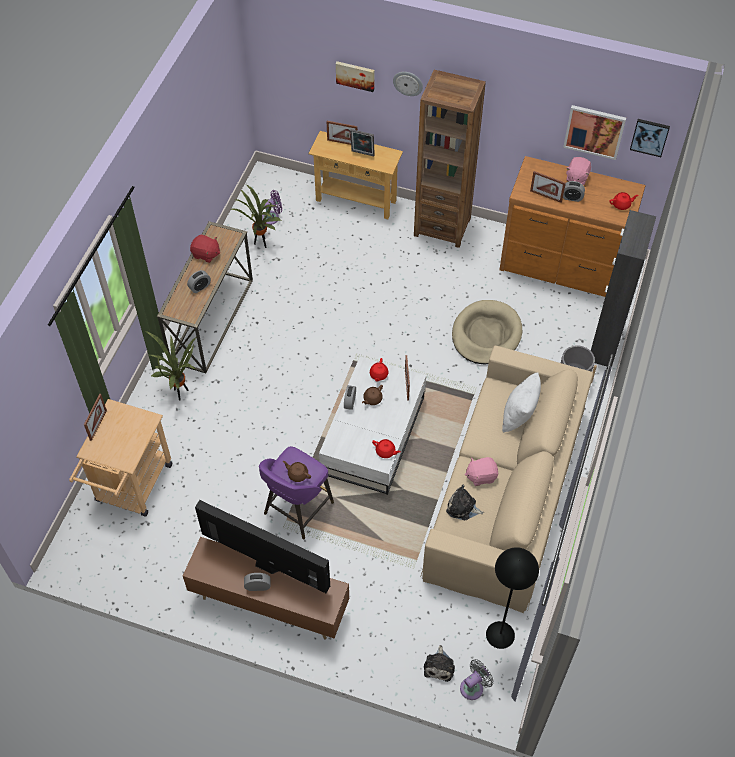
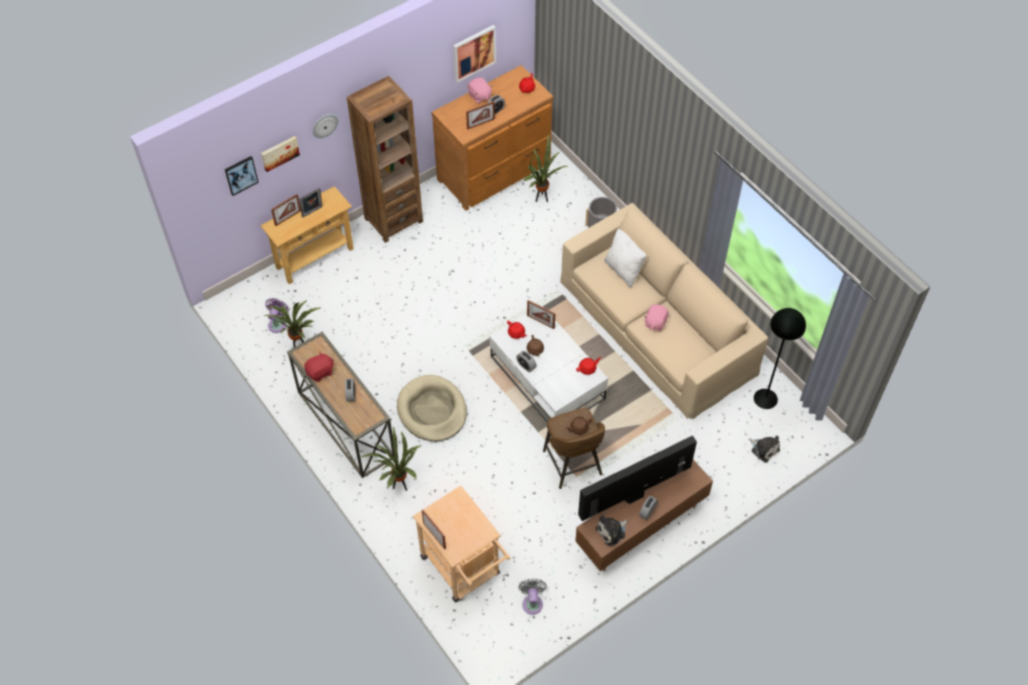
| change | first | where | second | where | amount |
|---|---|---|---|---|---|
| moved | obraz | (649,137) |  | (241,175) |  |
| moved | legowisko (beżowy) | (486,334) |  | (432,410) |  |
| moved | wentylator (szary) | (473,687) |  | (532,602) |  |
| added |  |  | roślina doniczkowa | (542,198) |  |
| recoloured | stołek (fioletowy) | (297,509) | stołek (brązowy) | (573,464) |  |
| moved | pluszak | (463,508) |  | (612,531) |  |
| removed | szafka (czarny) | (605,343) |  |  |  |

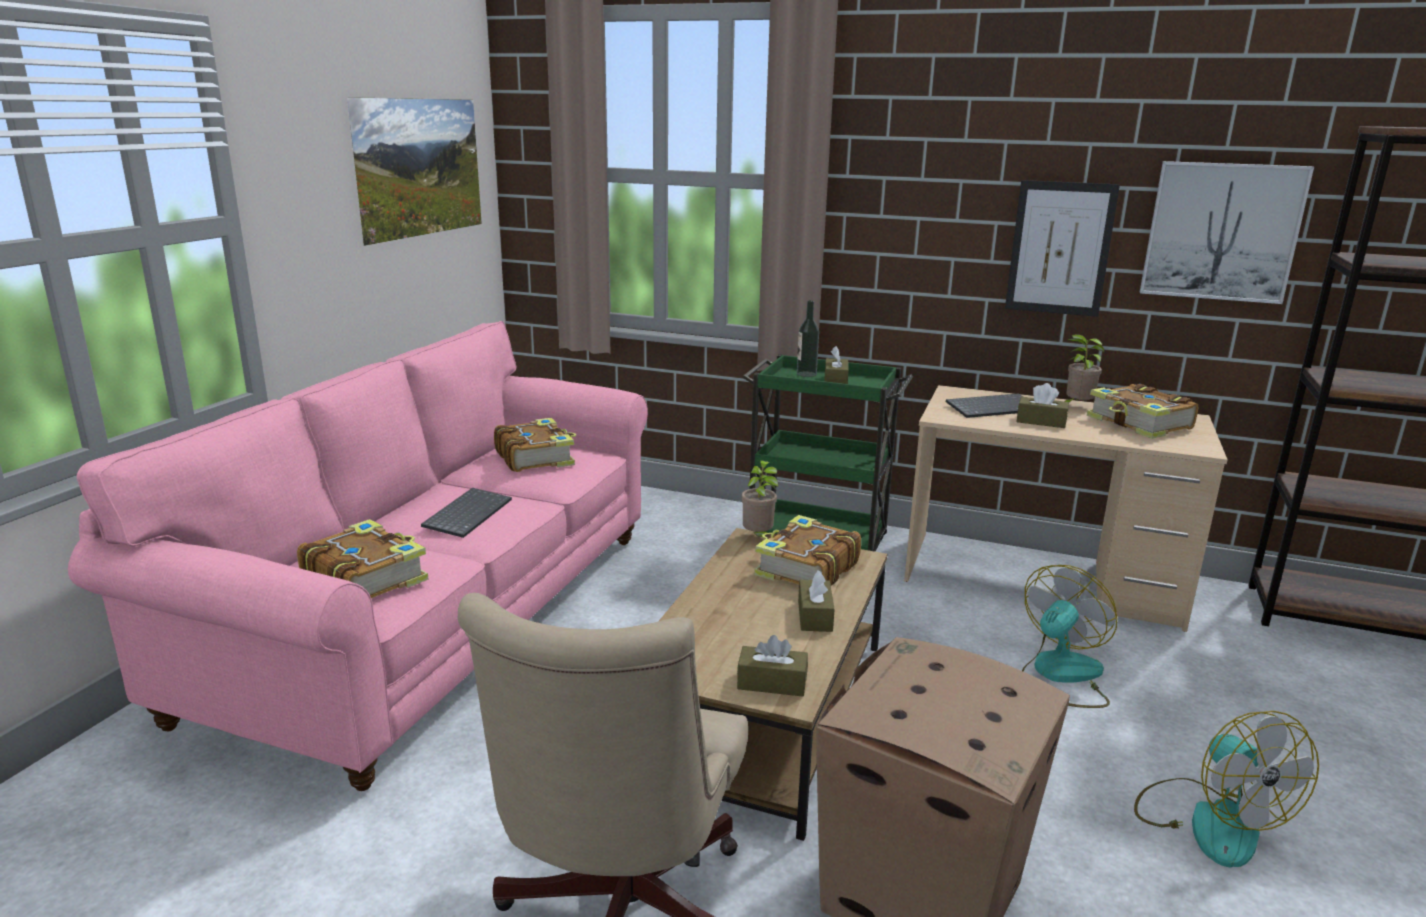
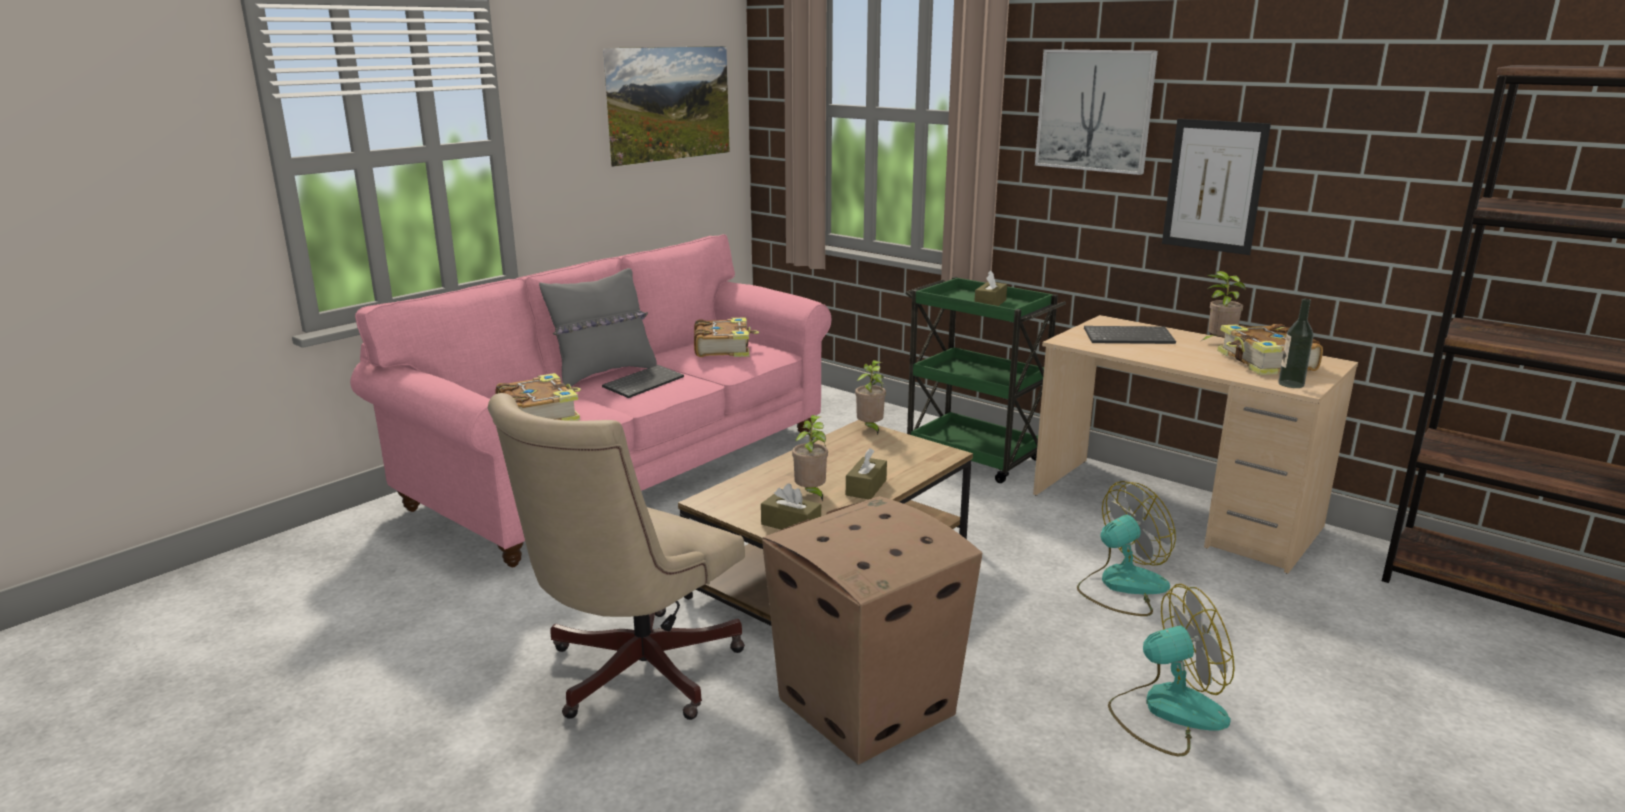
| change | first | where | second | where | amount |
|---|---|---|---|---|---|
| added |  |  | poduszka (szary) | (603,373) |  |
| added |  |  | roślina doniczkowa | (811,494) |  |
| moved | obraz | (1221,232) |  | (1094,110) |  |
| turned | wentylator | (1209,820) |  | (1167,712) | 105 degrees counterclockwise |
| moved | butelka | (806,374) |  | (1291,384) |  |
| removed | książka | (805,568) |  |  |  |
| removed | pudełko chusteczek (brązowy) | (1041,421) |  |  |  |

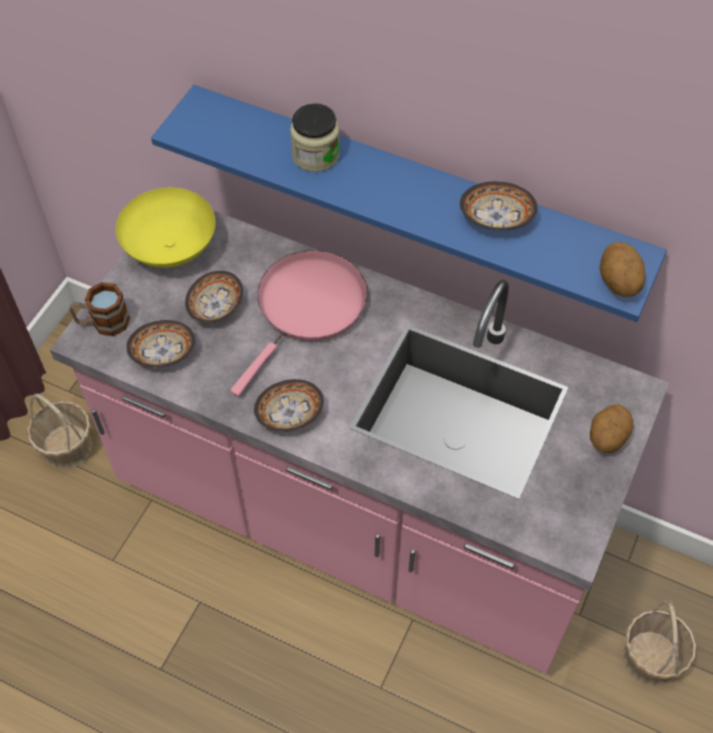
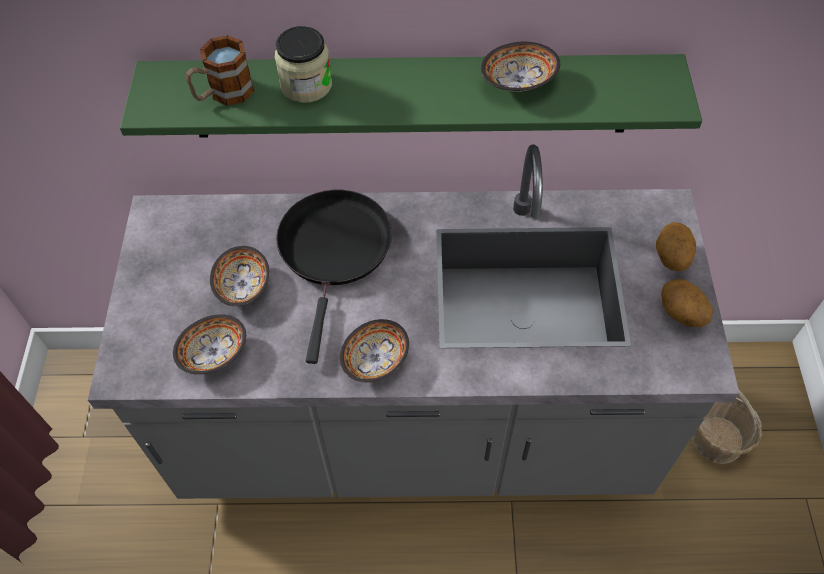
| change | first | where | second | where | amount |
|---|---|---|---|---|---|
| recoloured | zabudowa kuchenna (różowy) | (356,516) | zabudowa kuchenna (szary) | (415,433) |  |
| recoloured | półka (niebieski) | (415,196) | półka (zielony) | (410,96) |  |
| moved | kubek | (103,322) |  | (223,94) |  |
| recoloured | patelnia (różowy) | (308,308) | patelnia (czarny) | (334,250) |  |
| moved | ziemniak | (617,283) |  | (680,314) |  |
| removed | koszyk | (67,446) |  |  |  |
| removed | miska (żółty) | (169,249) |  |  |  |

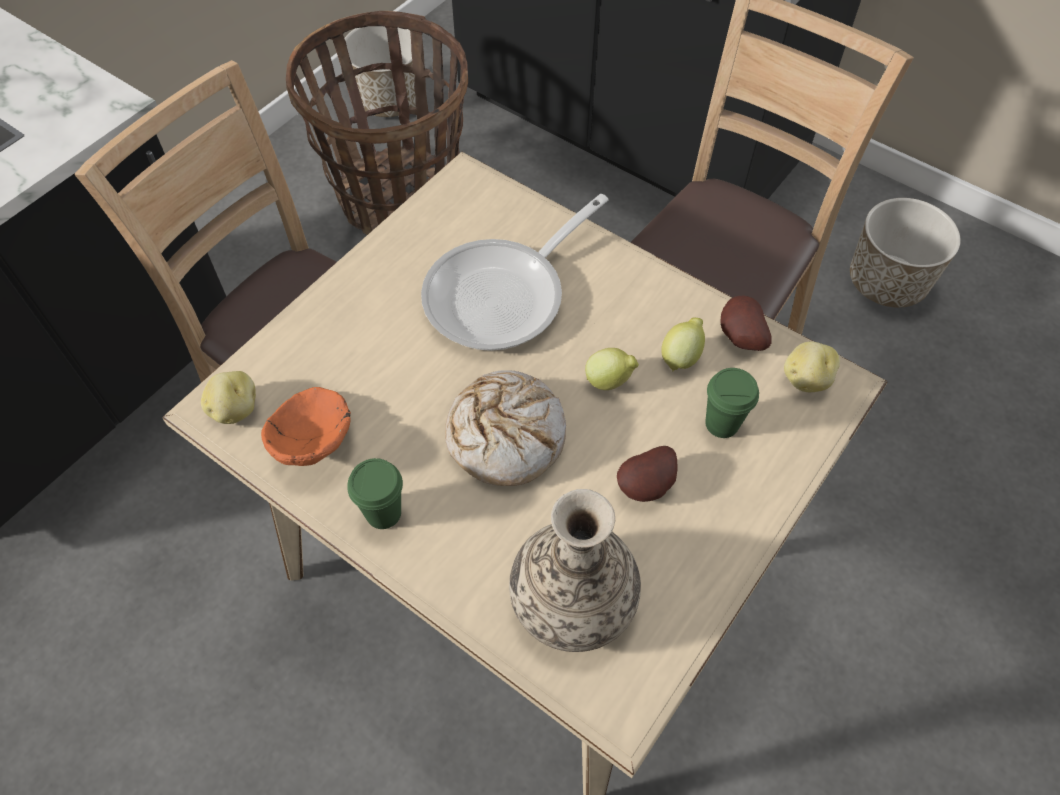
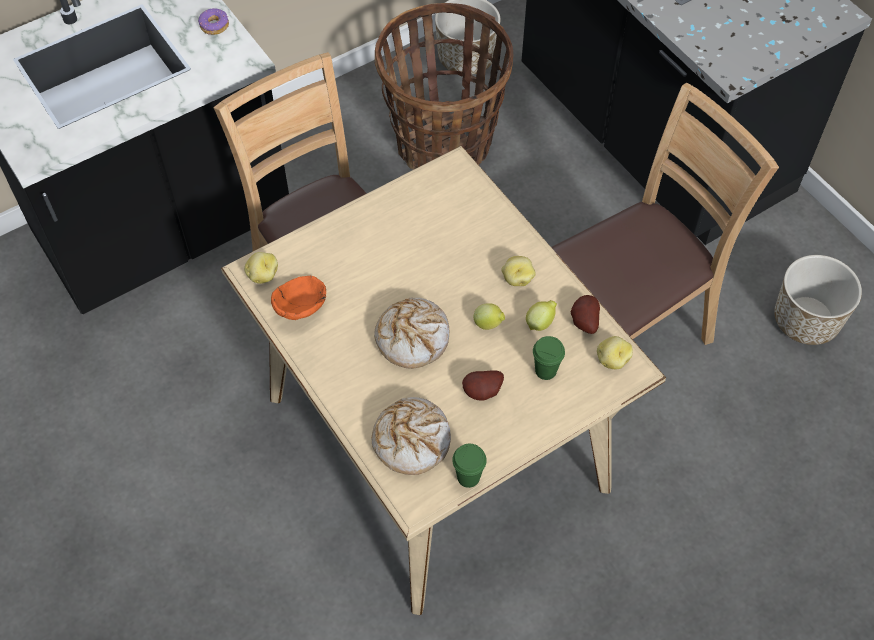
| change | first | where | second | where | amount |
|---|---|---|---|---|---|
| added |  |  | donut | (214,26) |  |
| replaced | wazon | (572,600) | chleb | (411,440) |  |
| moved | filiżanka (zielony) | (383,513) |  | (468,477) |  |
| added |  |  | ziemniak | (517,278) |  |
| removed | patelnia | (504,295) |  |  |  |

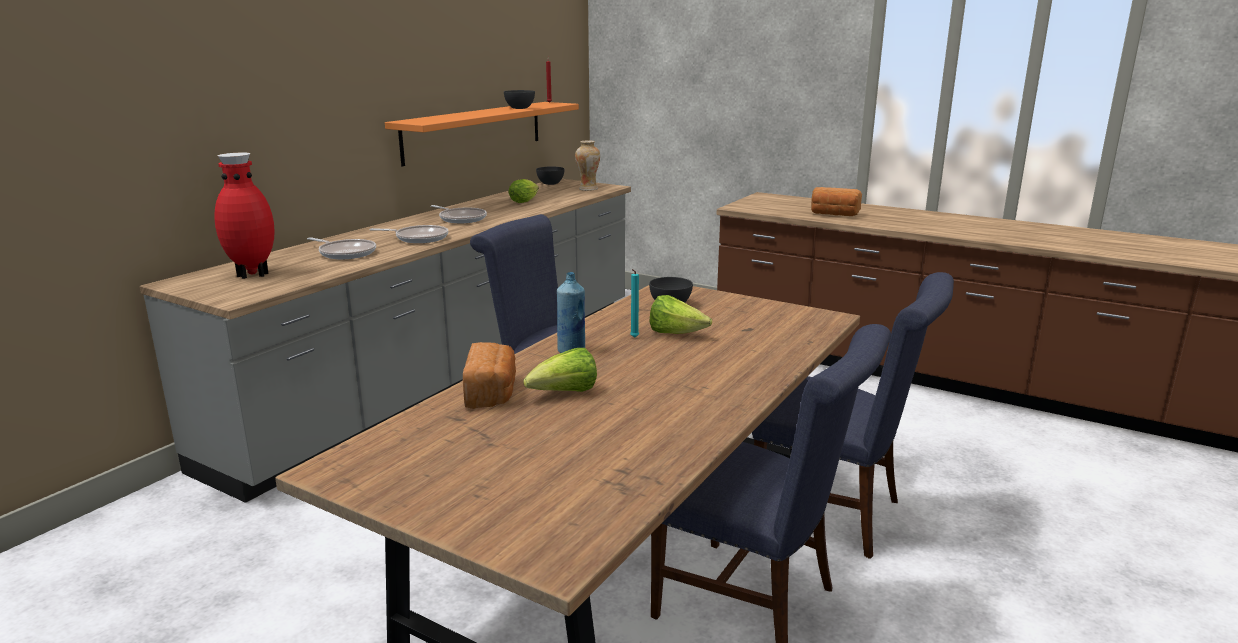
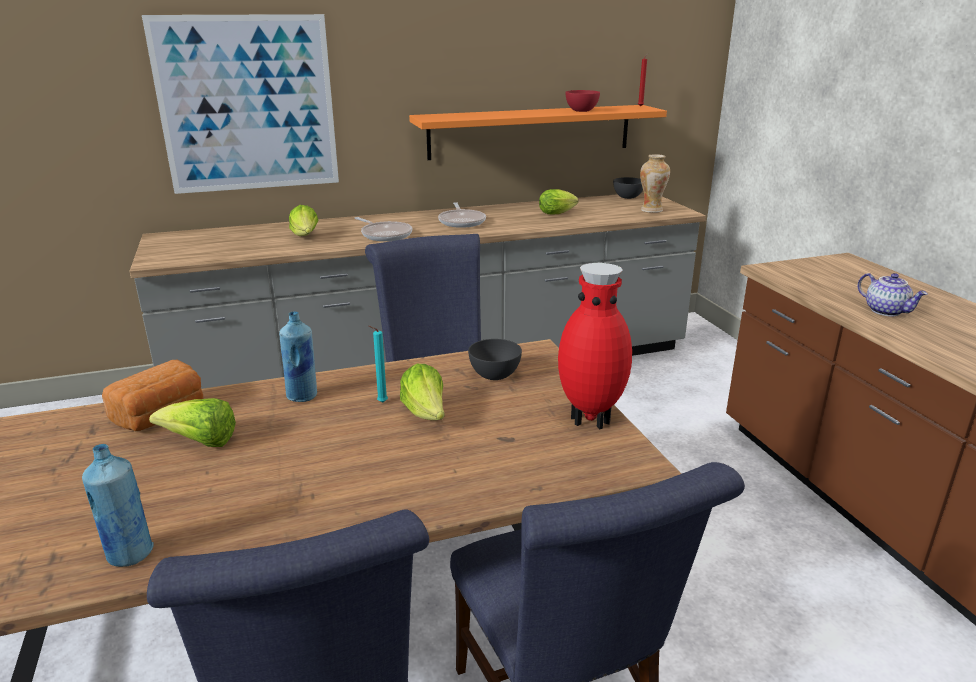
| change | first | where | second | where | amount |
|---|---|---|---|---|---|
| added |  |  | butelka (niebieski) | (130,554) |  |
| added |  |  | obraz | (248,105) |  |
| replaced | patelnia | (345,253) | sałata | (305,237) |  |
| moved | wazon (czerwony) | (253,274) |  | (591,419) |  |
| recoloured | miska (szary) | (519,108) | miska (czerwony) | (581,111) |  |
| replaced | chleb | (834,214) | imbryk | (886,311) |  |

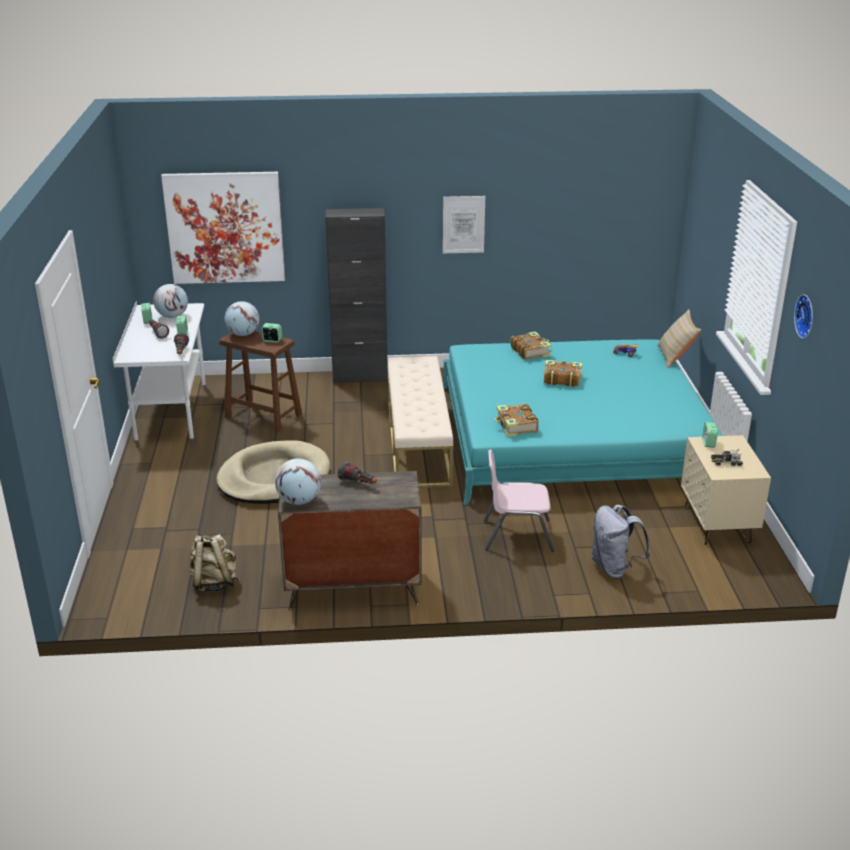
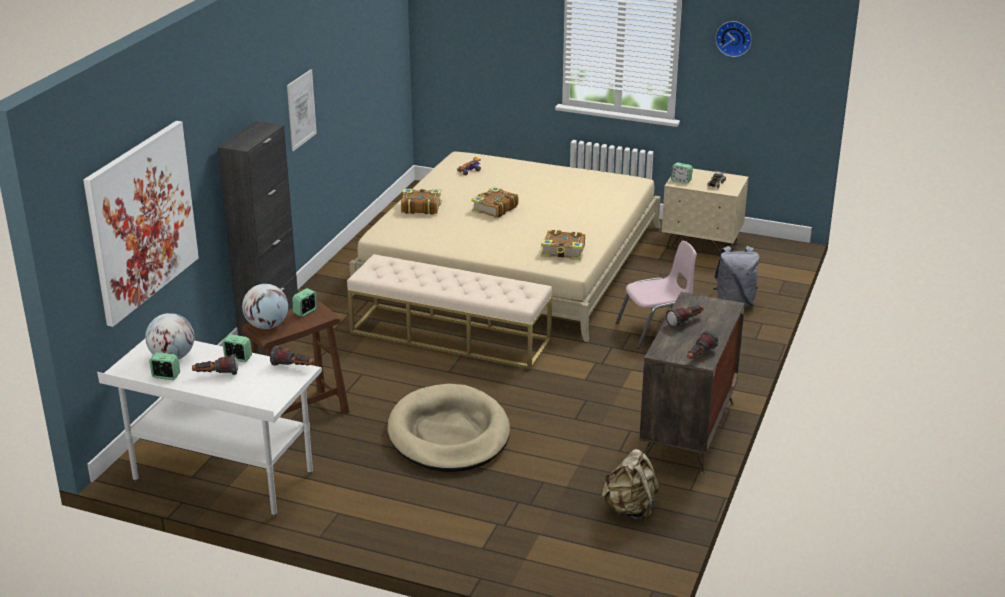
| change | first | where | second | where | amount |
|---|---|---|---|---|---|
| recoloured | łóżko (turkusowy) | (572,436) | łóżko (beżowy) | (511,260) |  |
| turned | krzesło (różowy) | (517,535) |  | (657,330) | 135 degrees counterclockwise |
| replaced | globus | (299,501) | latarka | (699,356) |  |
| removed | poduszka (beżowy) | (675,357) |  |  |  |

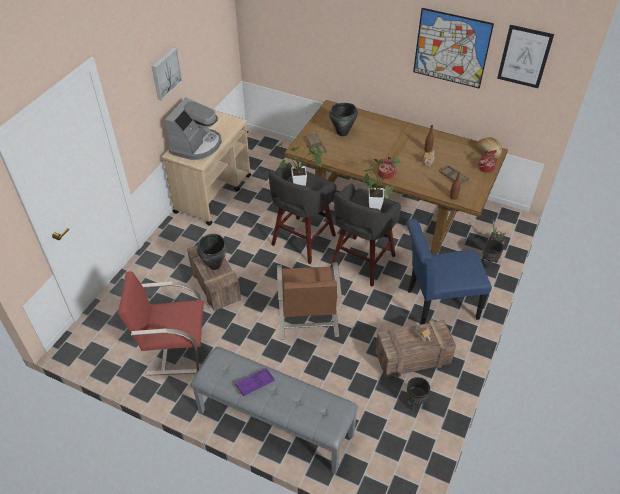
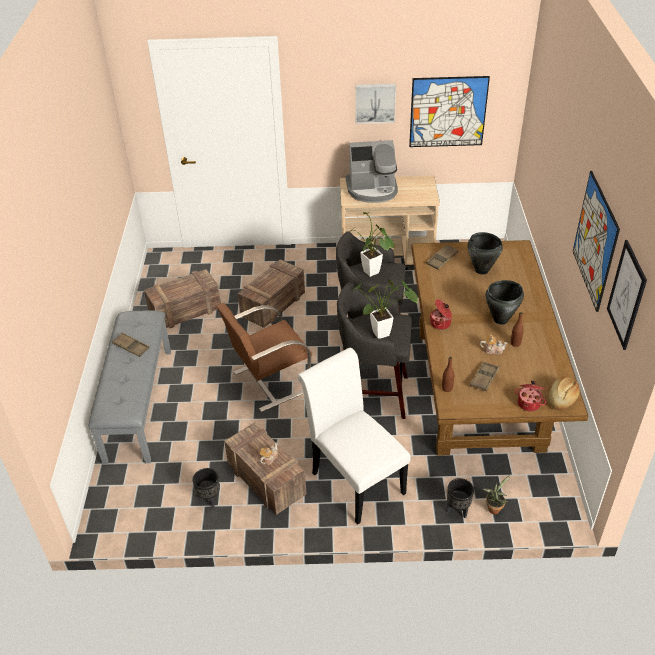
| change | first | where | second | where | amount |
|---|---|---|---|---|---|
| recoloured | taca (fioletowy) | (255,383) | taca (brązowy) | (131,347) |  |
| replaced | krzesło (czerwony) | (173,348) | skrzynka | (186,310) |  |
| recoloured | krzesło (niebieski) | (437,305) | krzesło (biały) | (354,478) |  |
| added |  |  | obraz | (448,112) |  |
| moved | garnek (czarny) | (215,265) |  | (501,320) |  |

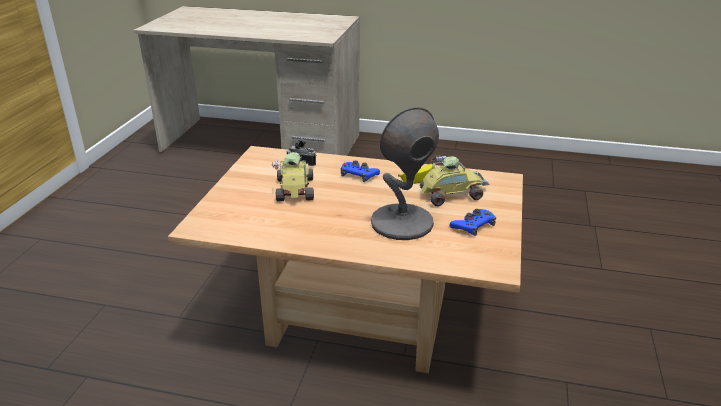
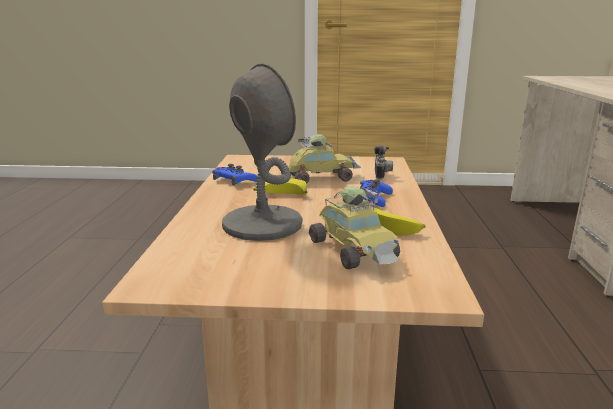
| change | first | where | second | where | amount |
|---|---|---|---|---|---|
| moved | pad do gier (niebieski) | (473,226) |  | (234,180) |  |
| added |  |  | banan | (280,195) |  |

